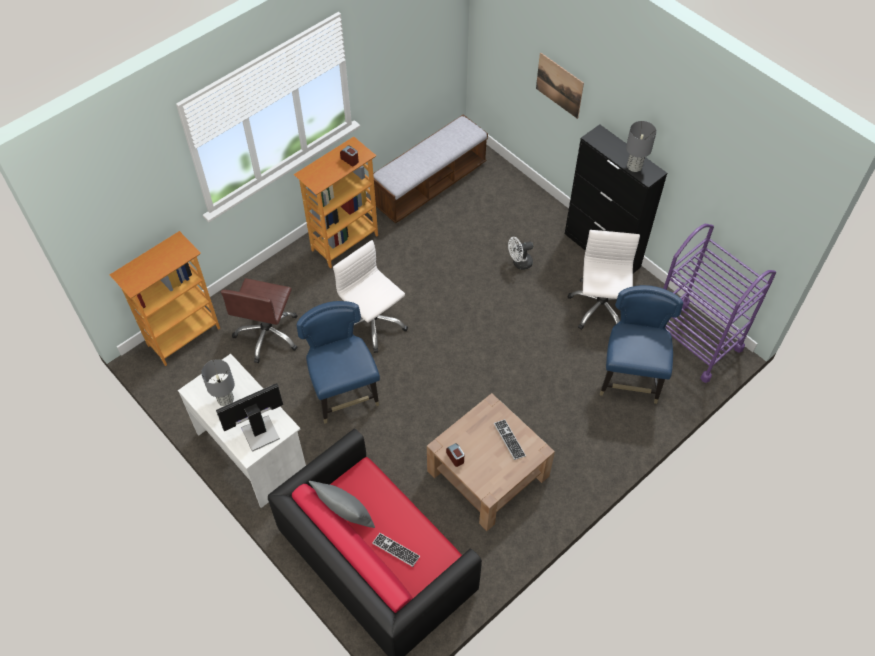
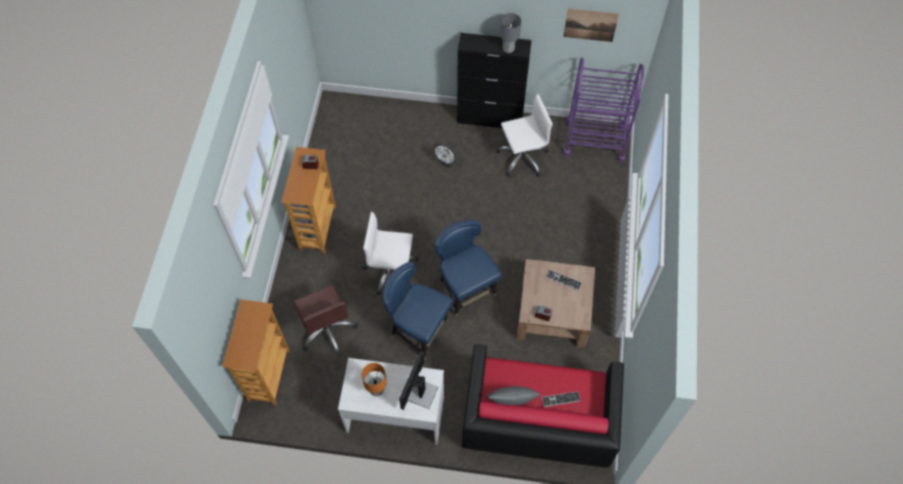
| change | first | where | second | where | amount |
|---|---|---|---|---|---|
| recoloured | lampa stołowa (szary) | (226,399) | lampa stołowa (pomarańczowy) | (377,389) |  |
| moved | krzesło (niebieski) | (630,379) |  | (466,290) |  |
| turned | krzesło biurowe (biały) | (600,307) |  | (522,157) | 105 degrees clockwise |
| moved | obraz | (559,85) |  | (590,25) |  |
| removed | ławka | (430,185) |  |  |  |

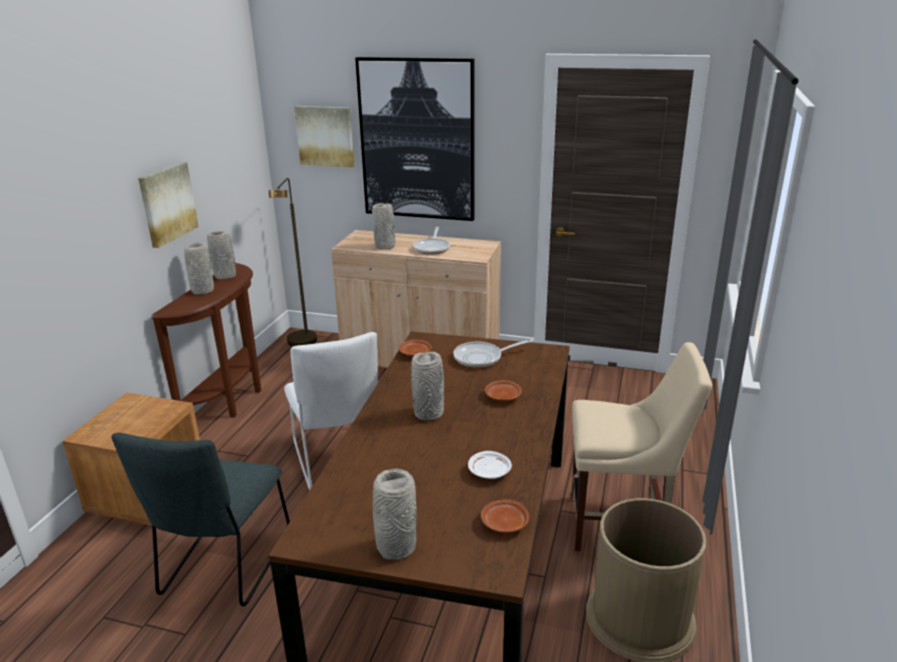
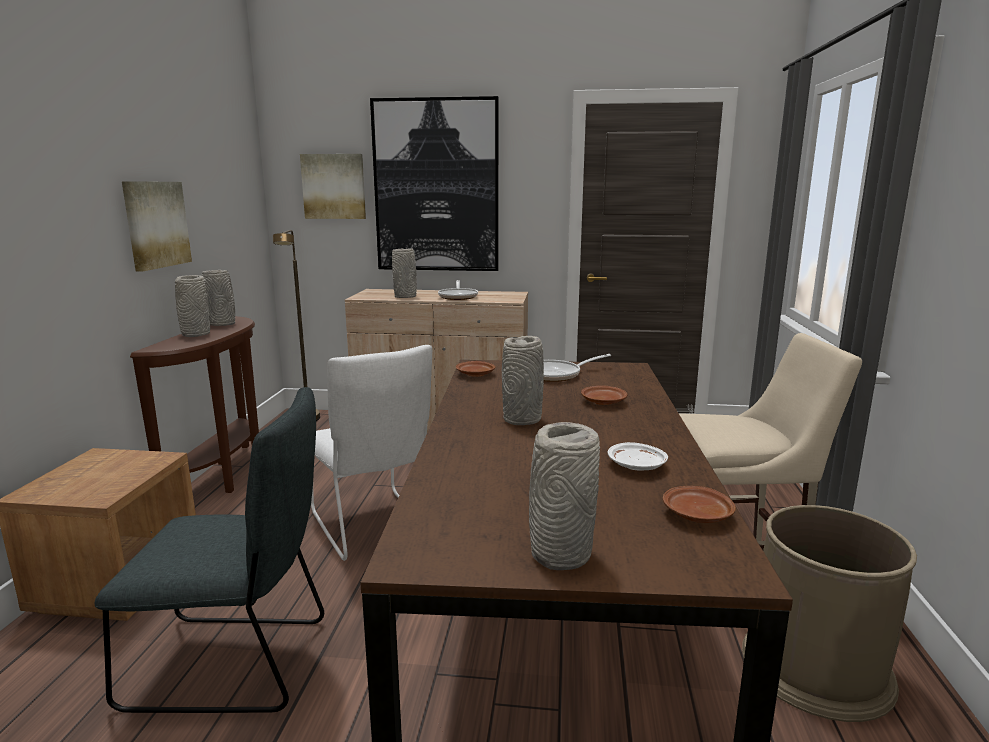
| change | first | where | second | where | amount |
|---|---|---|---|---|---|
| turned | krzesło (szary) | (224,566) |  | (237,663) | 90 degrees counterclockwise |

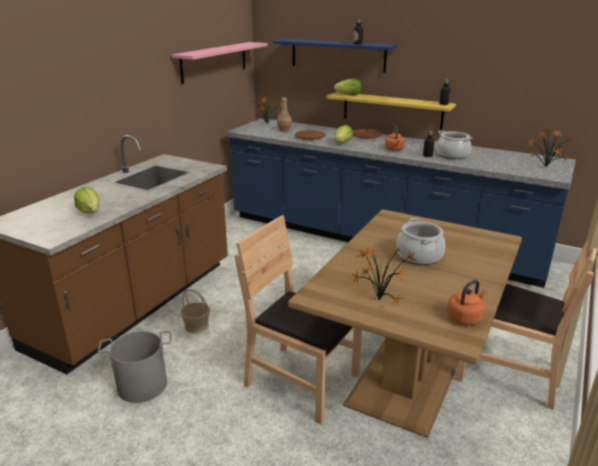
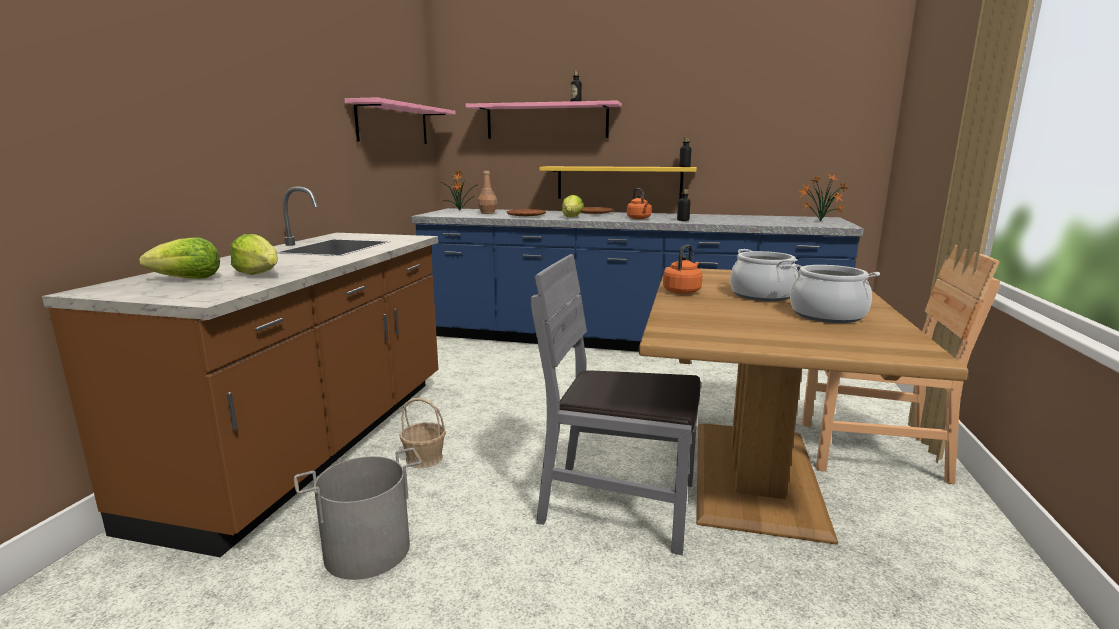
| change | first | where | second | where | amount |
|---|---|---|---|---|---|
| moved | sałata | (349,95) |  | (188,279) |  |
| recoloured | półka (niebieski) | (337,55) | półka (różowy) | (547,121) |  |
| recoloured | krzesło (brązowy) | (301,381) | krzesło (szary) | (619,504) |  |
| moved | czajnik (pomarańczowy) | (465,317) |  | (682,291) |  |
| moved | garnek | (452,155) |  | (827,315) |  |
| removed | roślina doniczkowa | (378,299) |  |  |  |

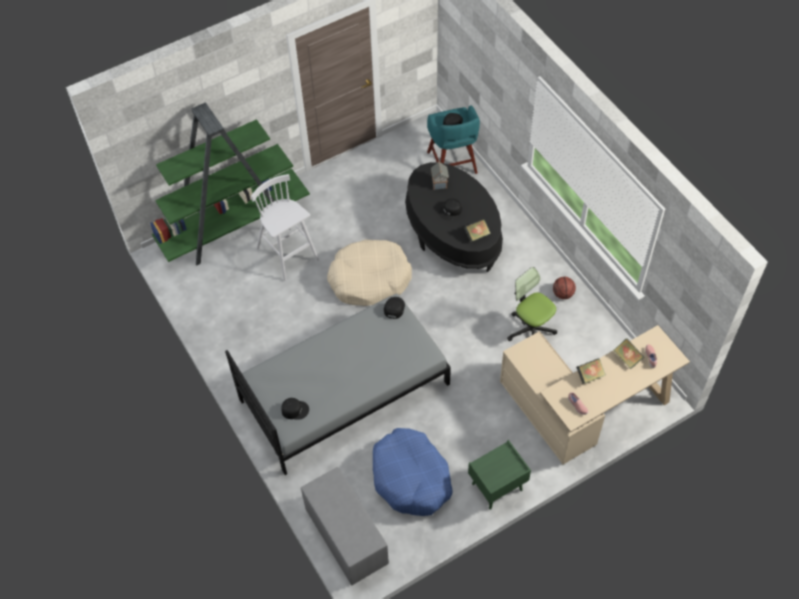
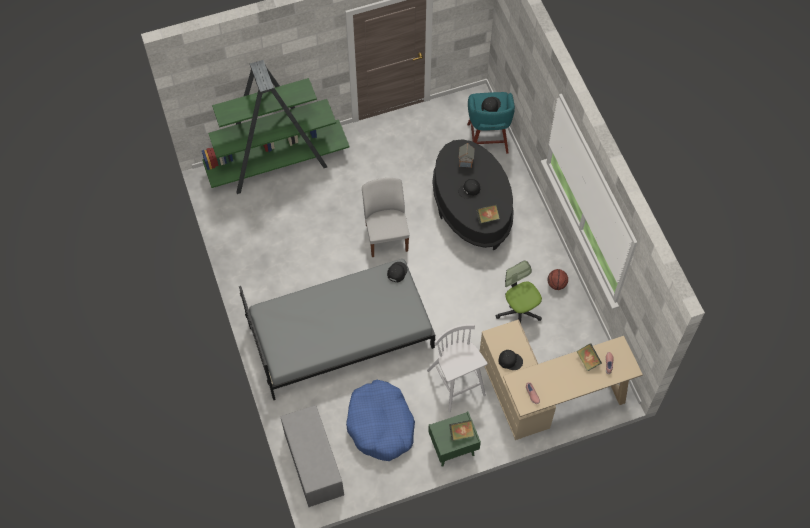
| change | first | where | second | where | amount |
|---|---|---|---|---|---|
| replaced | legowisko (beżowy) | (369,279) | krzesło (biały) | (386,236) |  |
| moved | stołek (biały) | (288,255) |  | (456,384) |  |
| moved | książka | (590,375) |  | (461,433) |  |
| moved | czapka z daszkiem (czarny) | (295,409) |  | (510,360) |  |

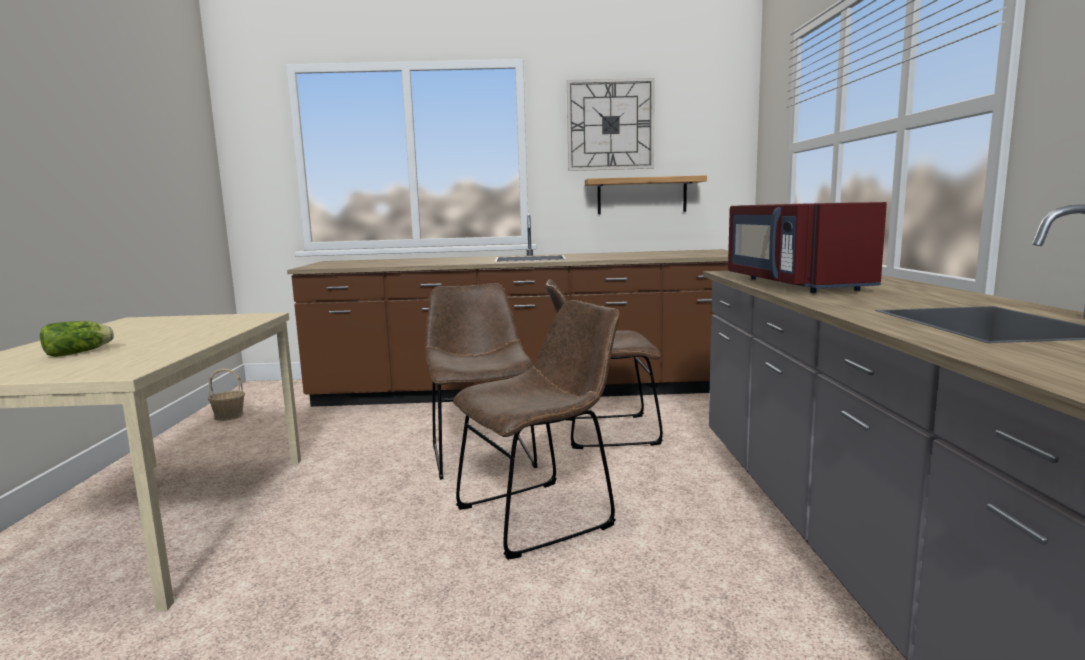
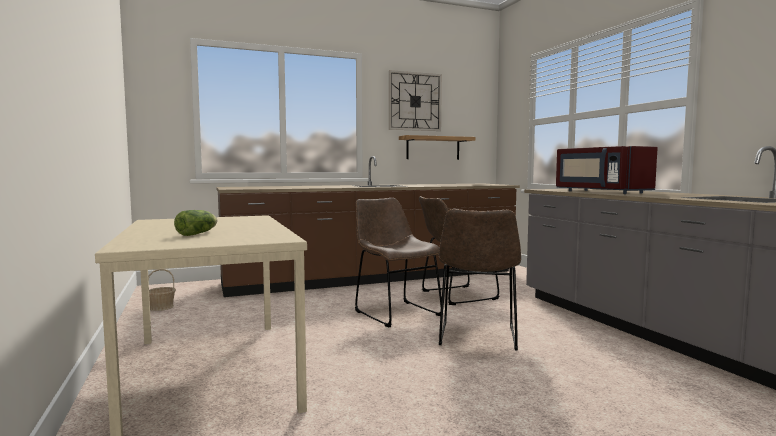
| change | first | where | second | where | amount |
|---|---|---|---|---|---|
| turned | krzesło (brązowy) | (541,515) |  | (477,337) | 150 degrees clockwise |

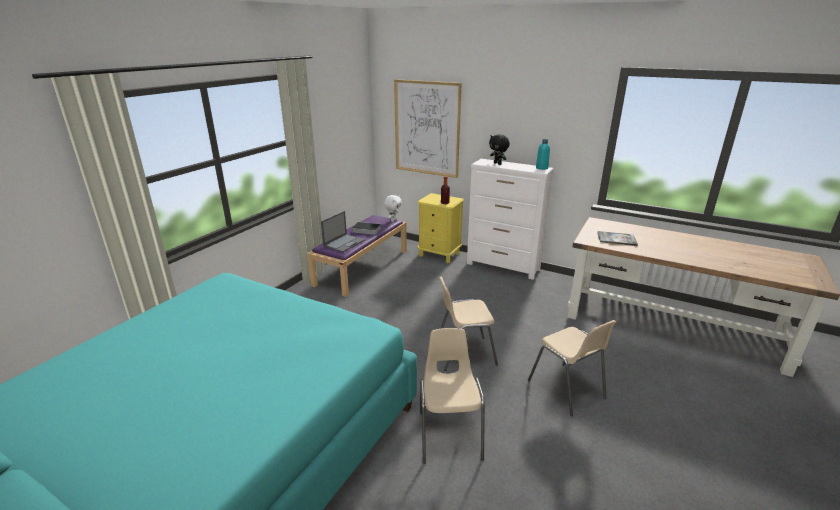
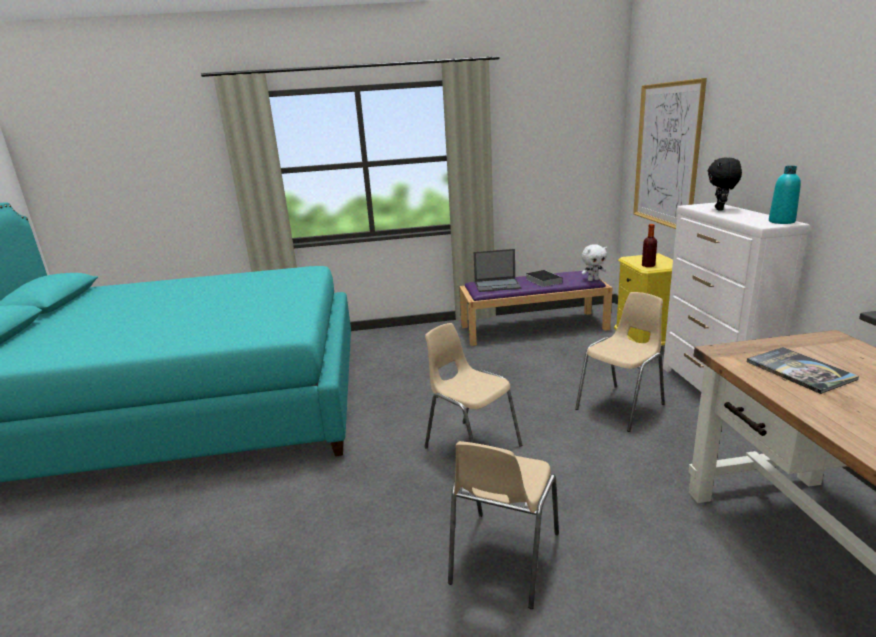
| change | first | where | second | where | amount |
|---|---|---|---|---|---|
| moved | krzesło (beżowy) | (449,434) |  | (621,407) |  |

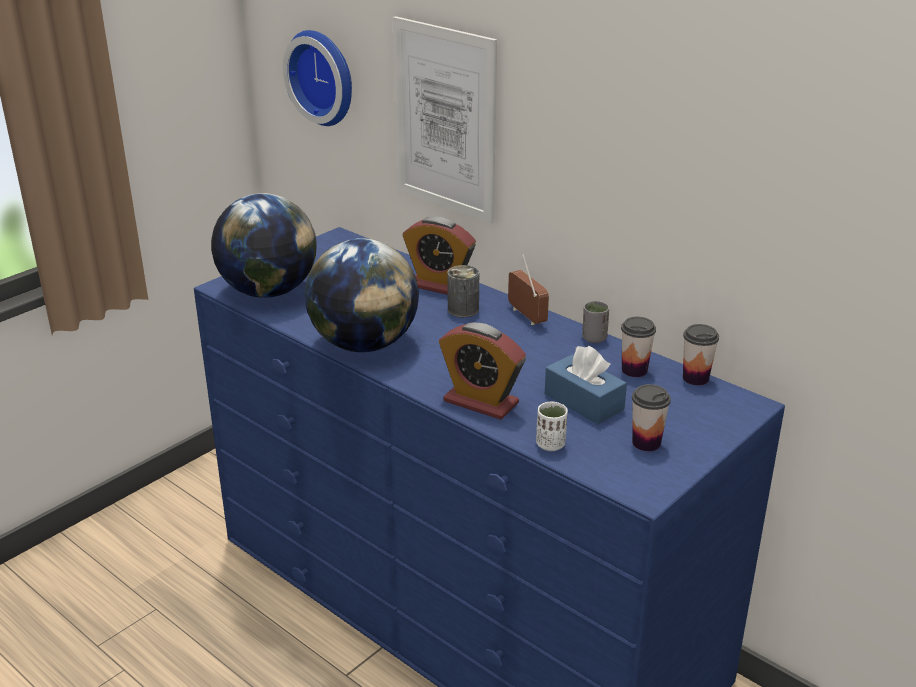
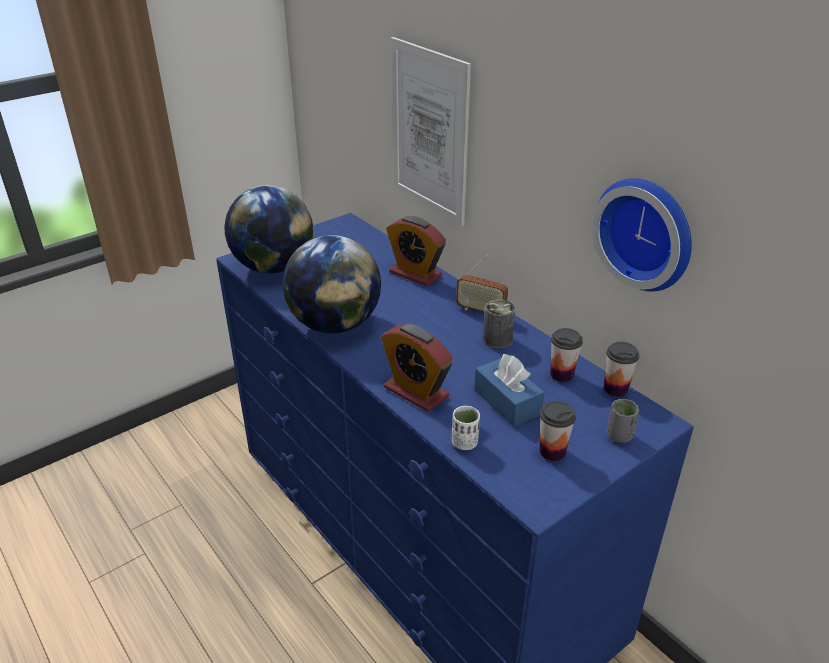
| change | first | where | second | where | amount |
|---|---|---|---|---|---|
| turned | radio | (526,316) |  | (481,311) | 135 degrees clockwise |
| moved | puszka | (463,309) |  | (497,340) |  |
| moved | zegar ścienny | (324,76) |  | (647,232) |  |
| moved | filiżanka (szary) | (594,338) |  | (619,436) |  |

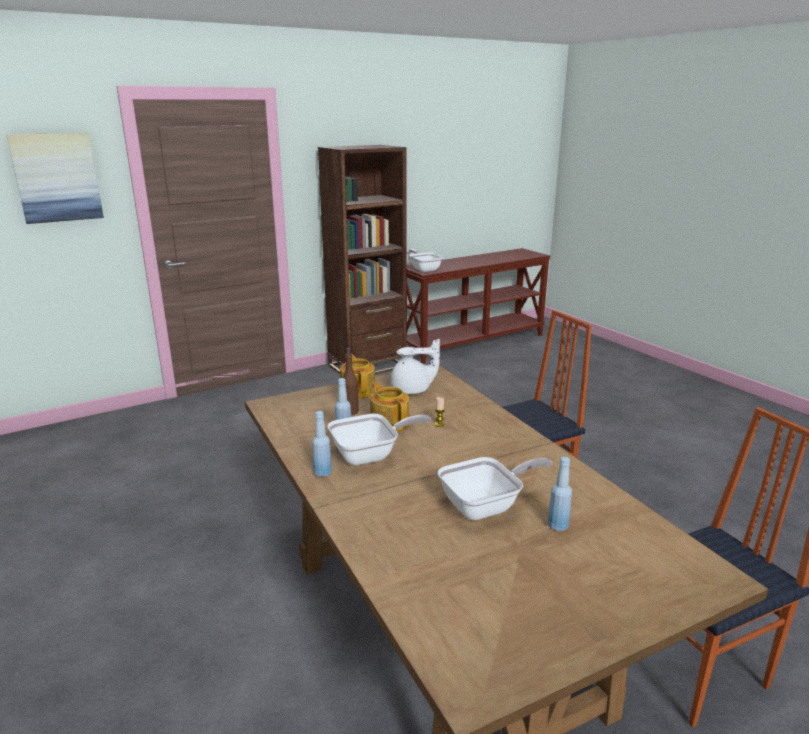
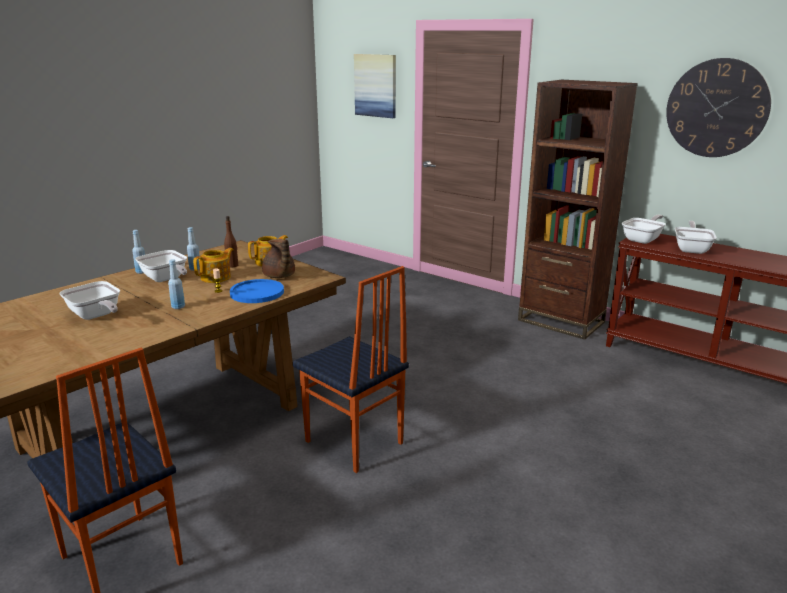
| change | first | where | second | where | amount |
|---|---|---|---|---|---|
| moved | butelka (niebieski) | (558,526) |  | (178,307) |  |
| added |  |  | talerz (niebieski) | (257,292) |  |
| recoloured | imbryk (biały) | (412,390) | imbryk (brązowy) | (279,276) |  |
| added |  |  | zegar ścienny | (716,108) |  |
| added |  |  | patelnia | (692,249) |  |

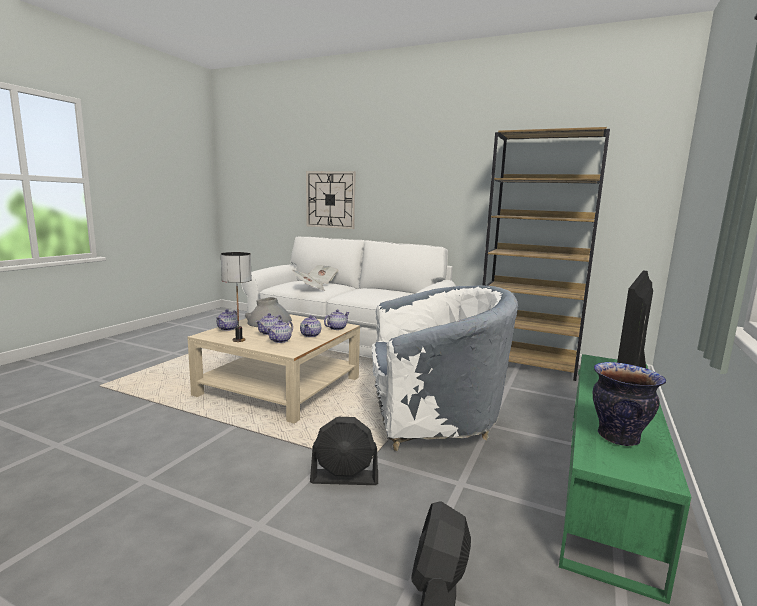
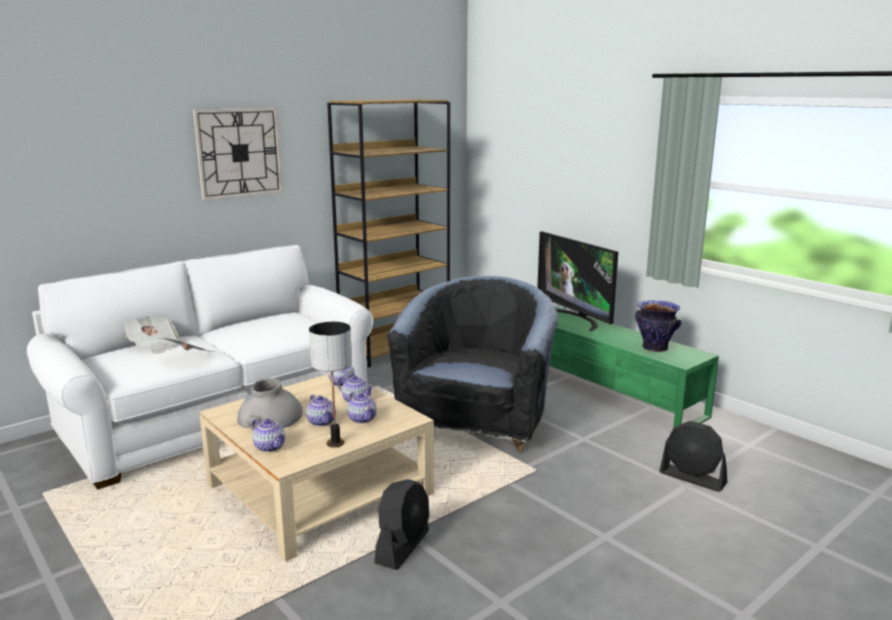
| change | first | where | second | where | amount |
|---|---|---|---|---|---|
| moved | zegar ścienny | (330,199) |  | (239,153) |  |
| moved | wentylator (czarny) | (345,478) |  | (403,546) |  |
| recoloured | fotel (biały) | (431,420) | fotel (czarny) | (477,423) |  |

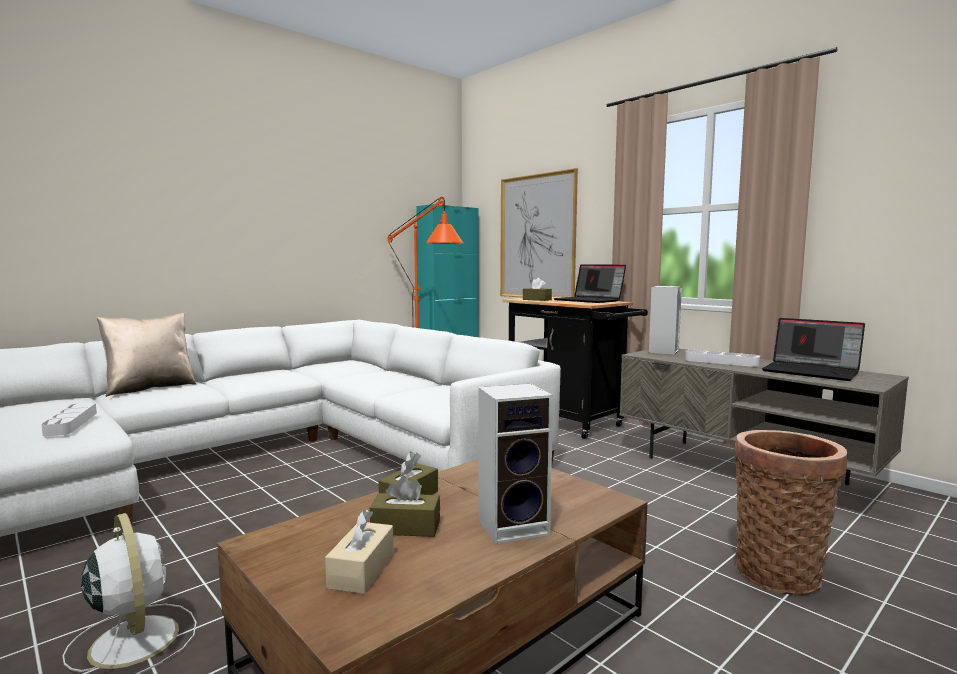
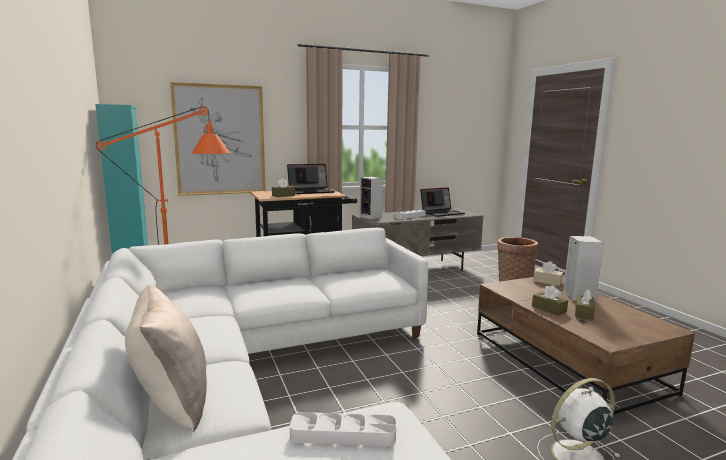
| change | first | where | second | where | amount |
|---|---|---|---|---|---|
| moved | pudełko chusteczek (beżowy) | (361,570) |  | (547,281) |  |

